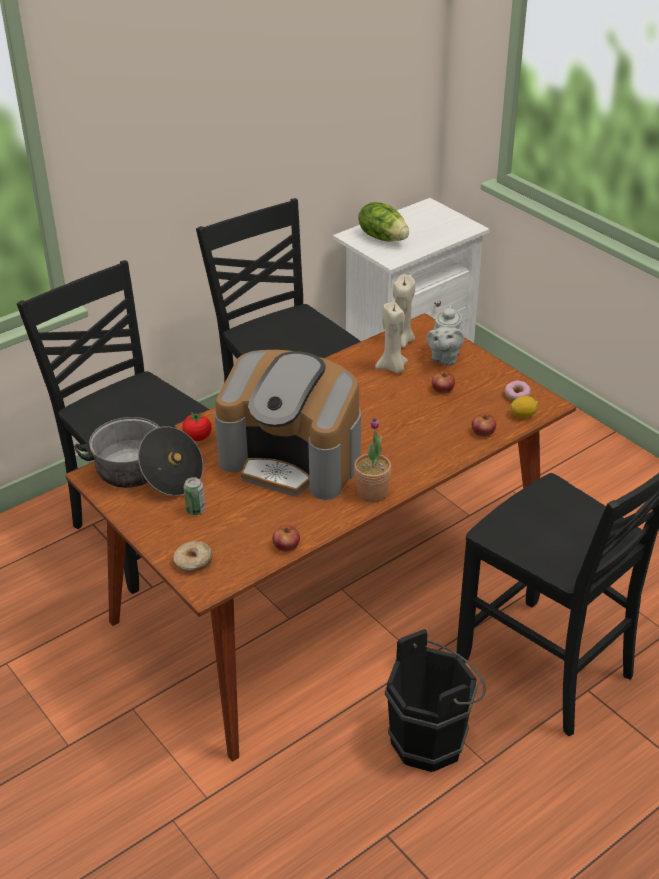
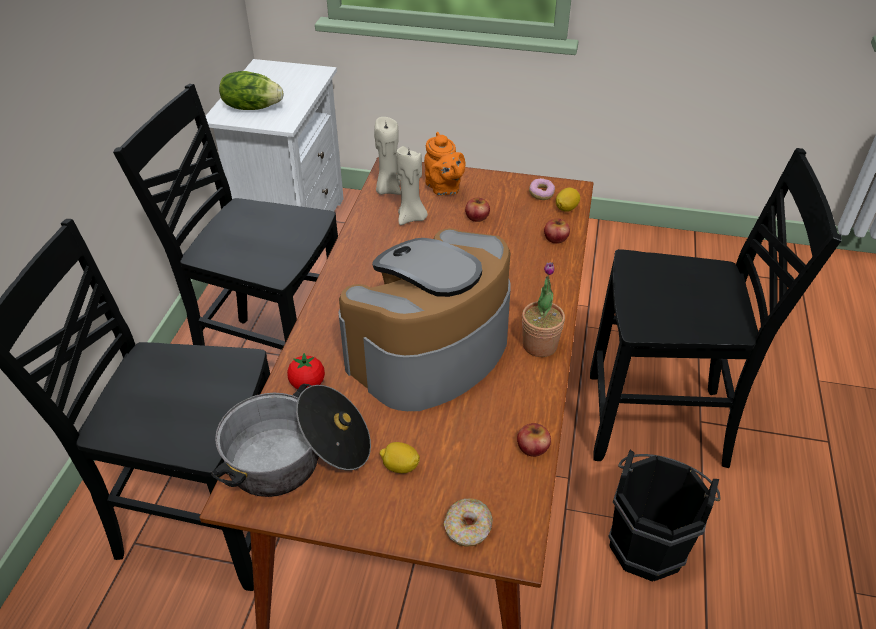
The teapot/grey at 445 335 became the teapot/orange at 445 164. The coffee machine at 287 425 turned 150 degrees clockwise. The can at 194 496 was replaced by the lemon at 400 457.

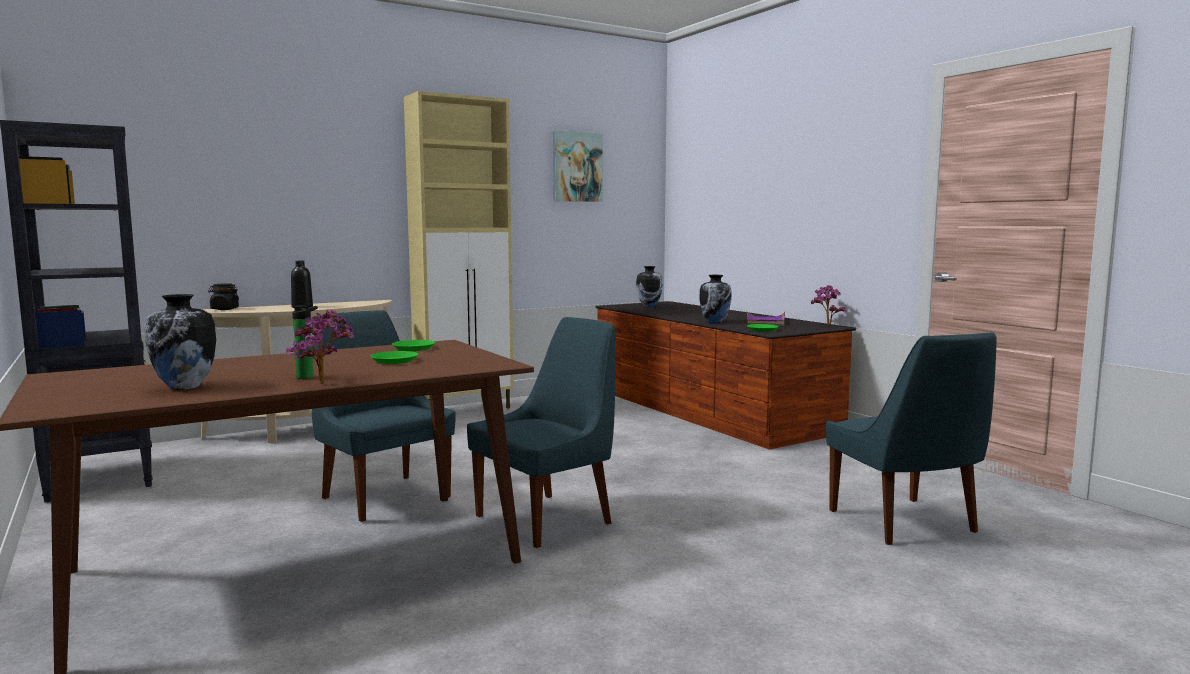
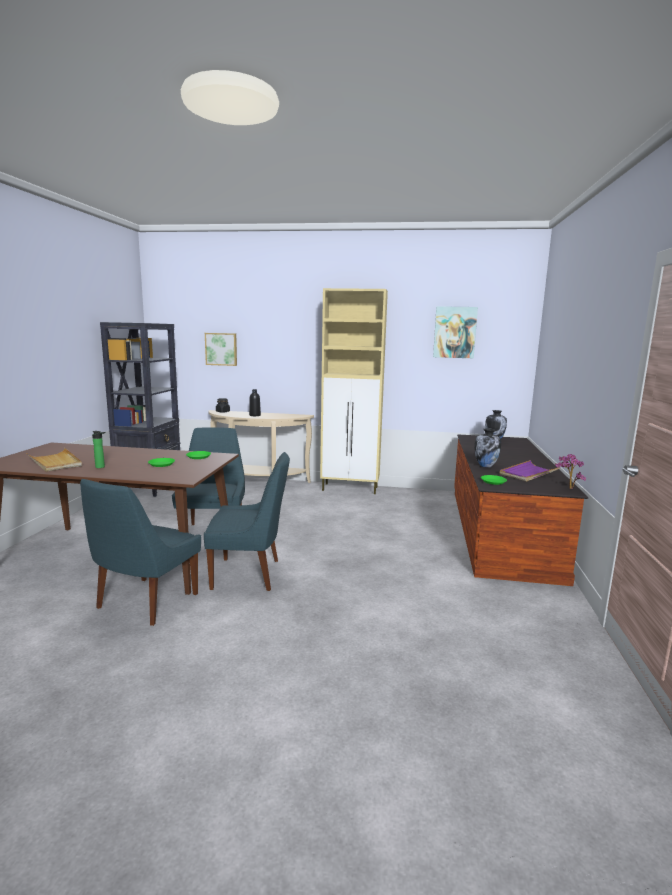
The vase at 180 342 was replaced by the tray/beige at 54 460. The potted plant at 320 347 disappeared. The chair/blue moved from 911 438 to 140 552. The picture at 221 349 appeared.

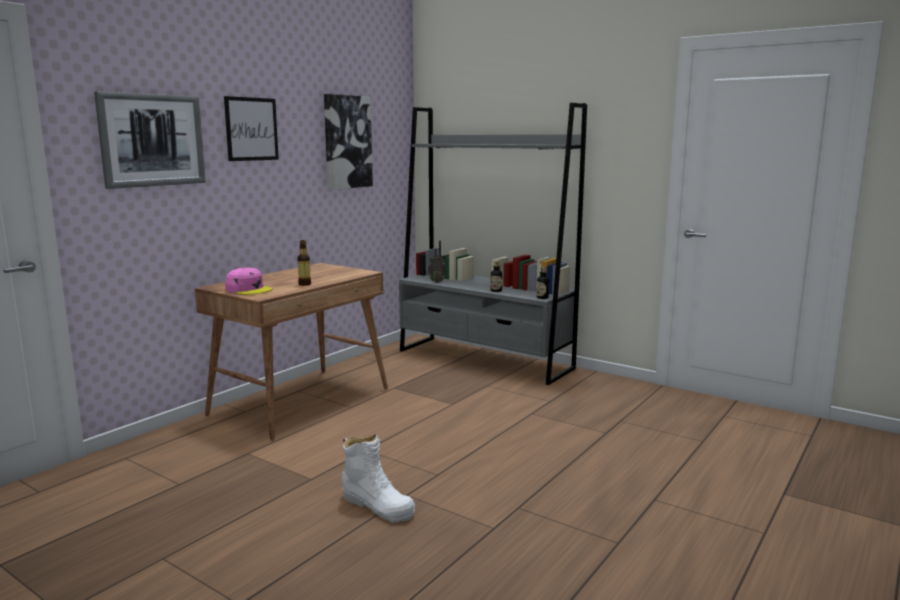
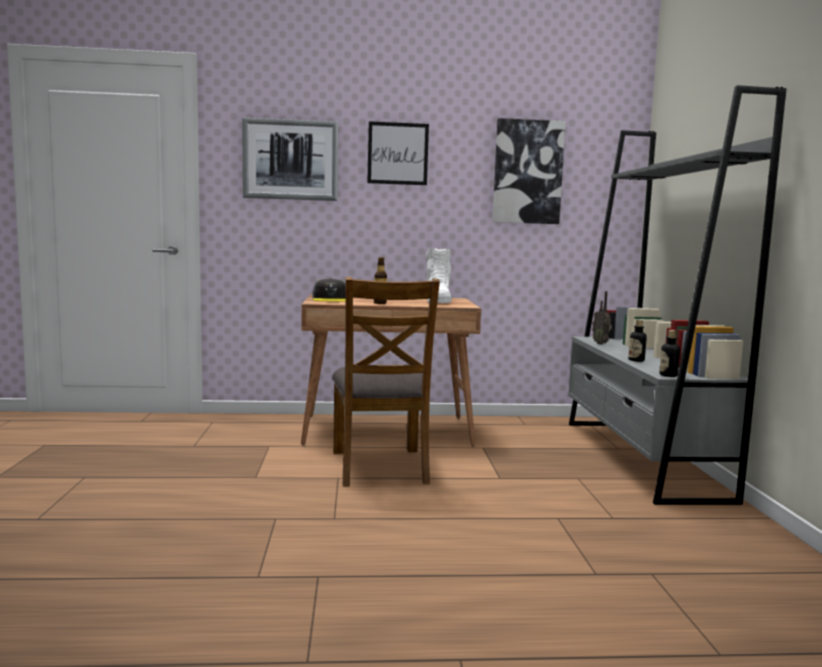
The cap/pink at 249 281 became the cap/grey at 329 290. The boot/white moved from 378 478 to 439 275. The chair/brown at 386 382 appeared.

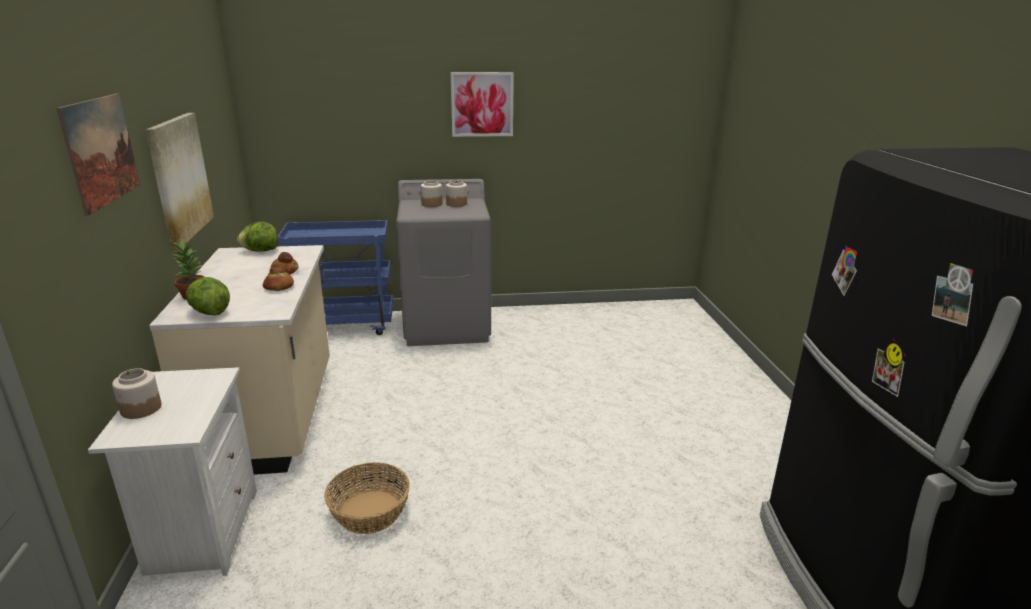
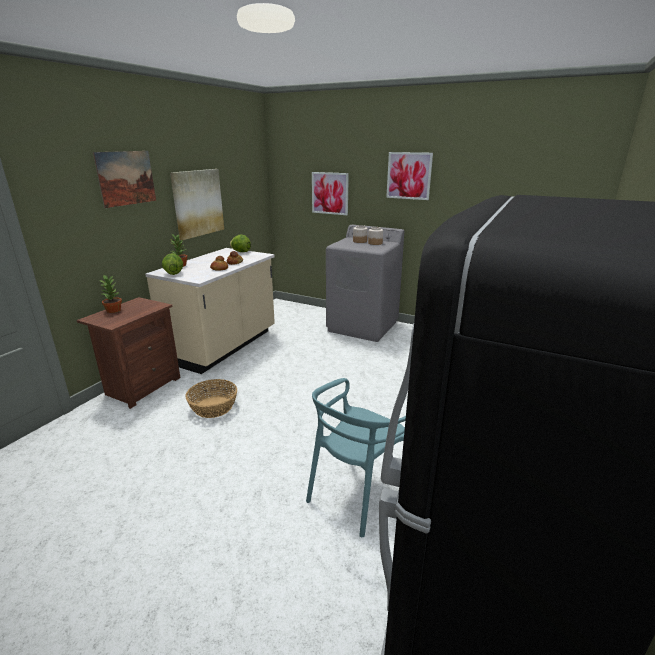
The cart/blue at 335 277 disappeared. The nightstand/white at 172 471 became the nightstand/brown at 129 353. The jar at 136 393 was replaced by the potted plant at 110 294. The picture at 330 193 appeared. The chair/turquoise at 356 457 appeared.

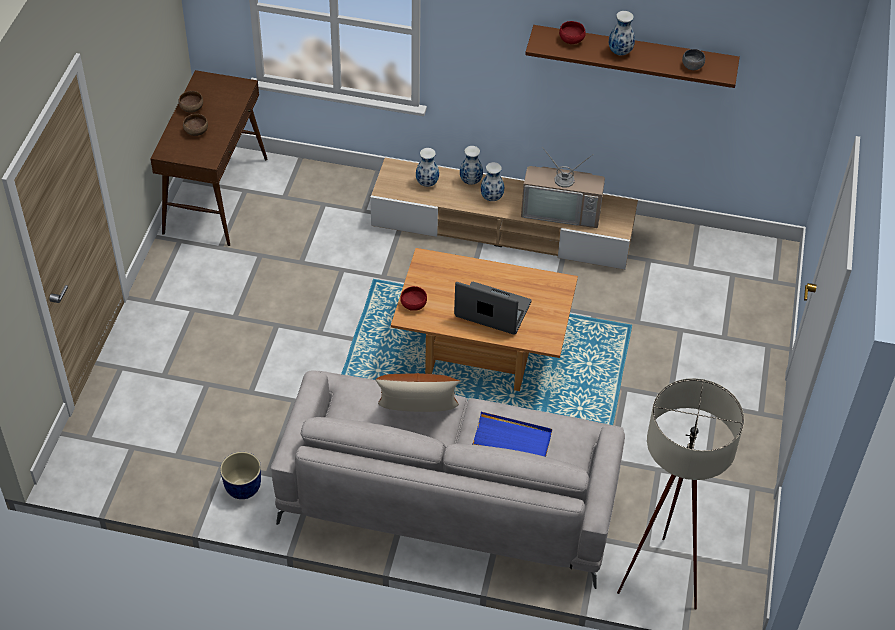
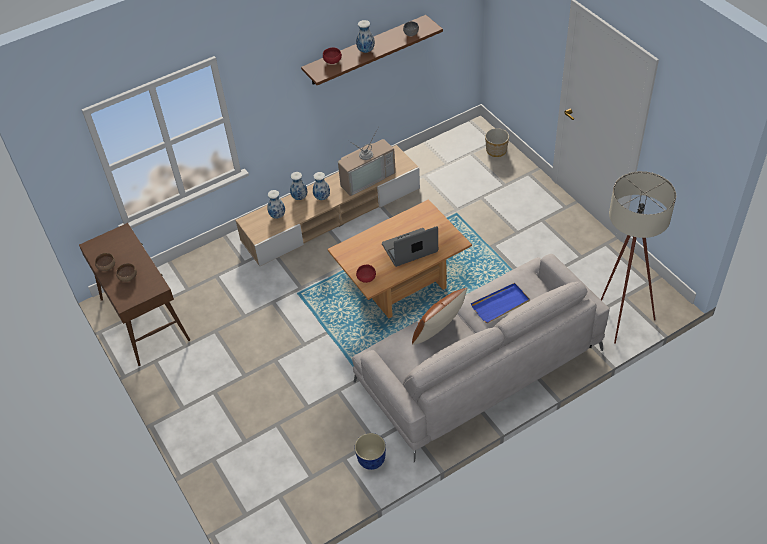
The planter at 497 142 appeared.

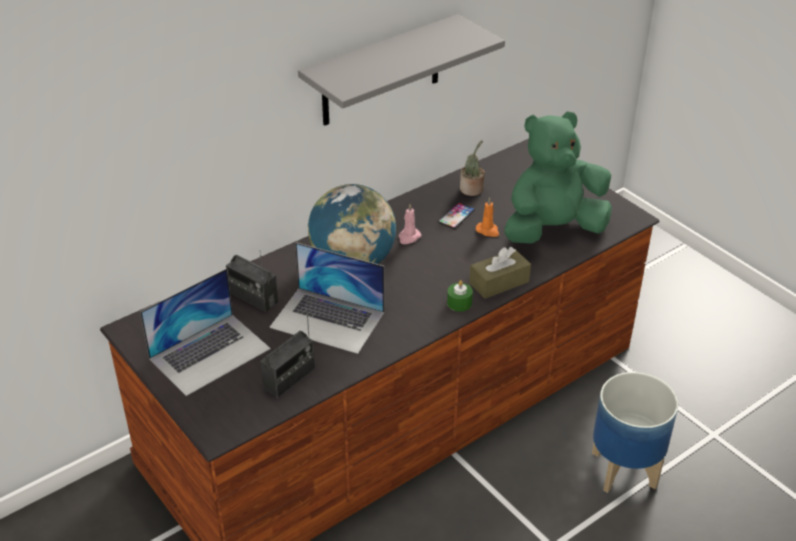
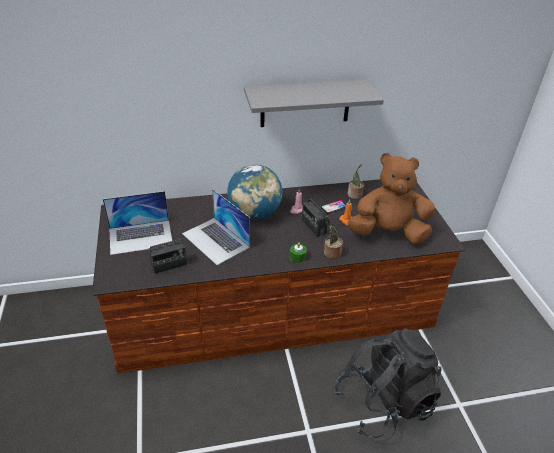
The plush toy/green at 558 177 became the plush toy/brown at 391 198. The tissue box/brown at 500 273 was replaced by the potted plant at 333 238. The radio moved from 252 281 to 315 217. The planter at 635 432 was replaced by the backpack/black at 388 384.

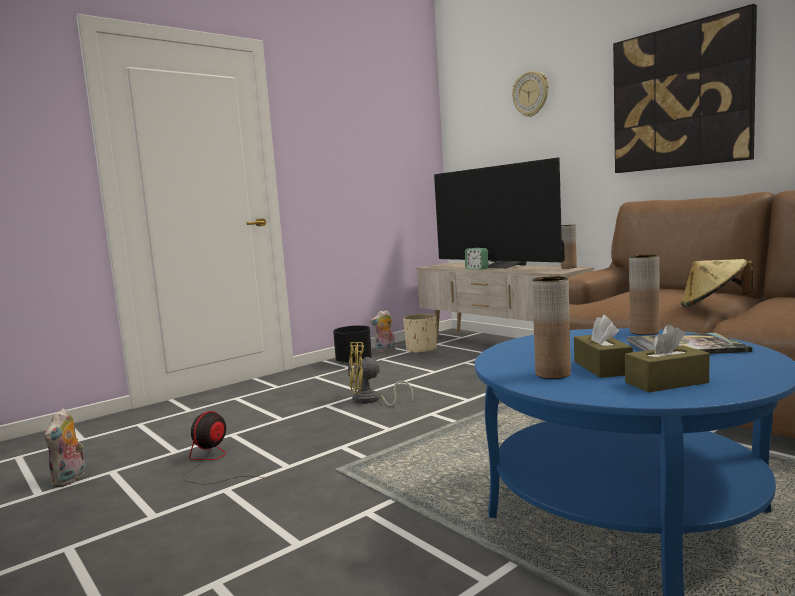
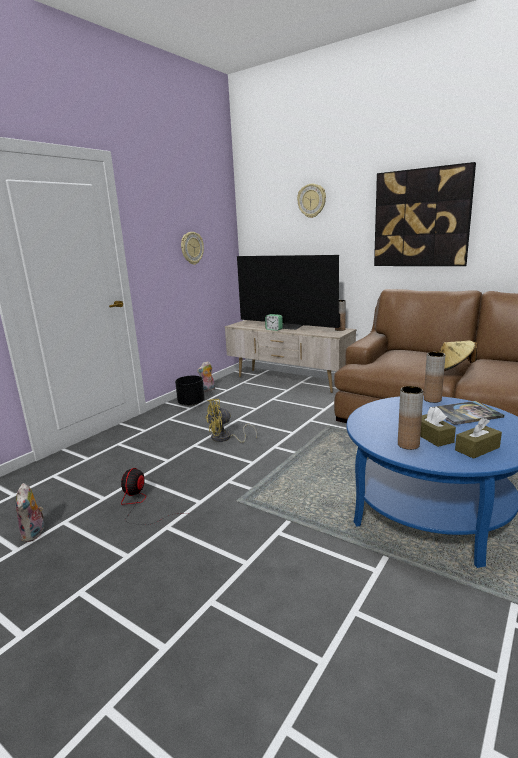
The planter/beige at 420 333 disappeared. The wall clock at 192 248 appeared.

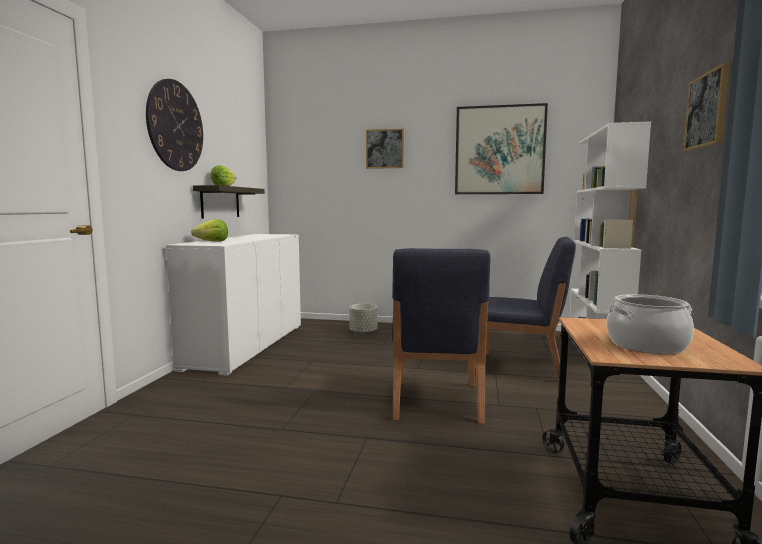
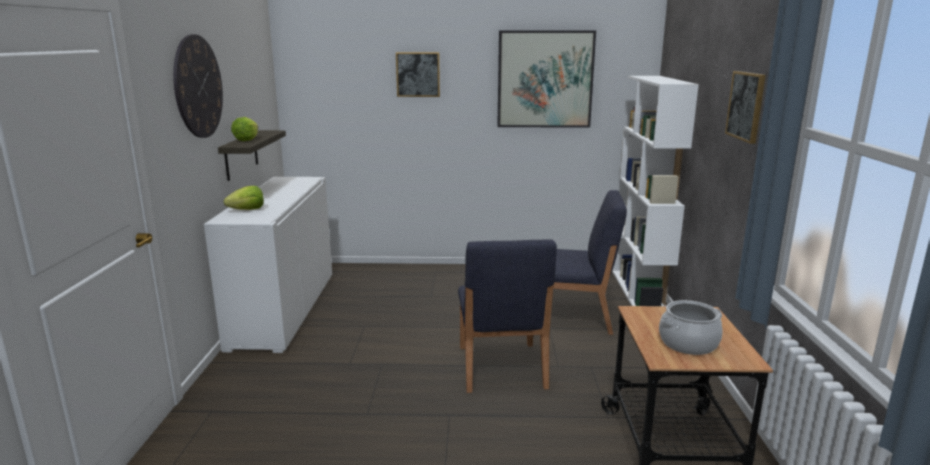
The planter/grey at 363 319 disappeared.

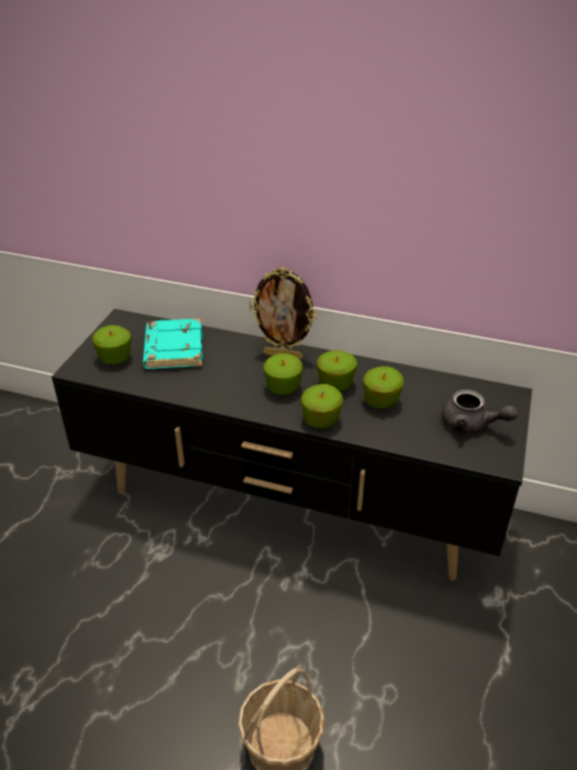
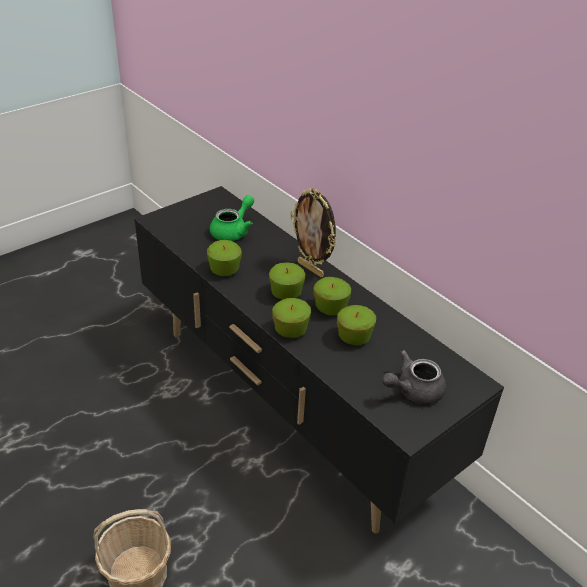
The book/turquoise at 173 343 was replaced by the teapot/green at 232 218. The apple moved from 111 345 to 224 258. The teapot/grey at 480 412 turned 90 degrees clockwise.

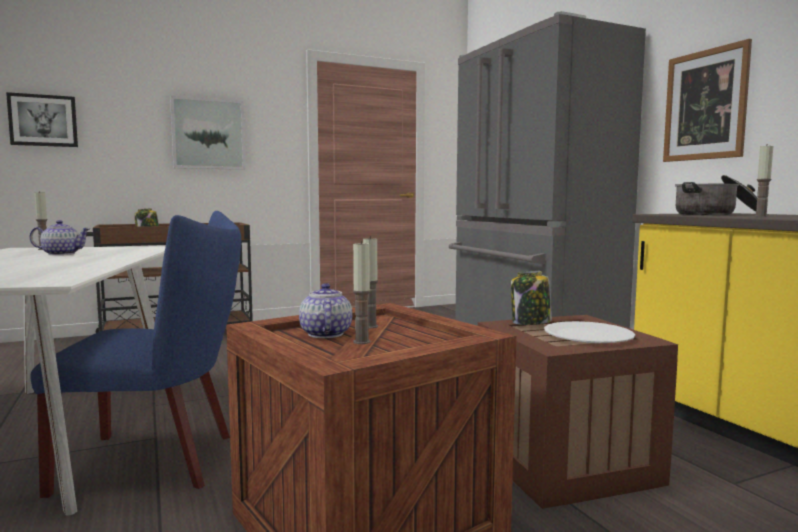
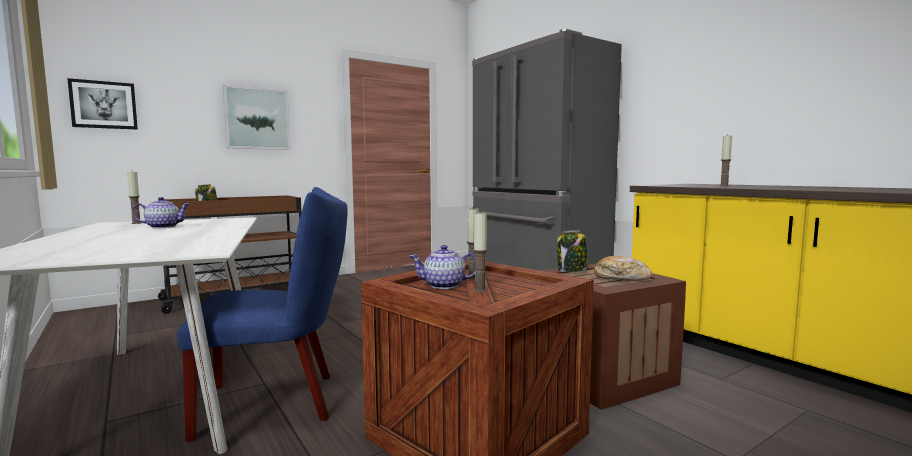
The picture at 707 100 disappeared. The cooking pot at 716 195 disappeared. The teapot at 325 310 turned 75 degrees counterclockwise. The plate/white at 589 332 was replaced by the bread at 623 268.

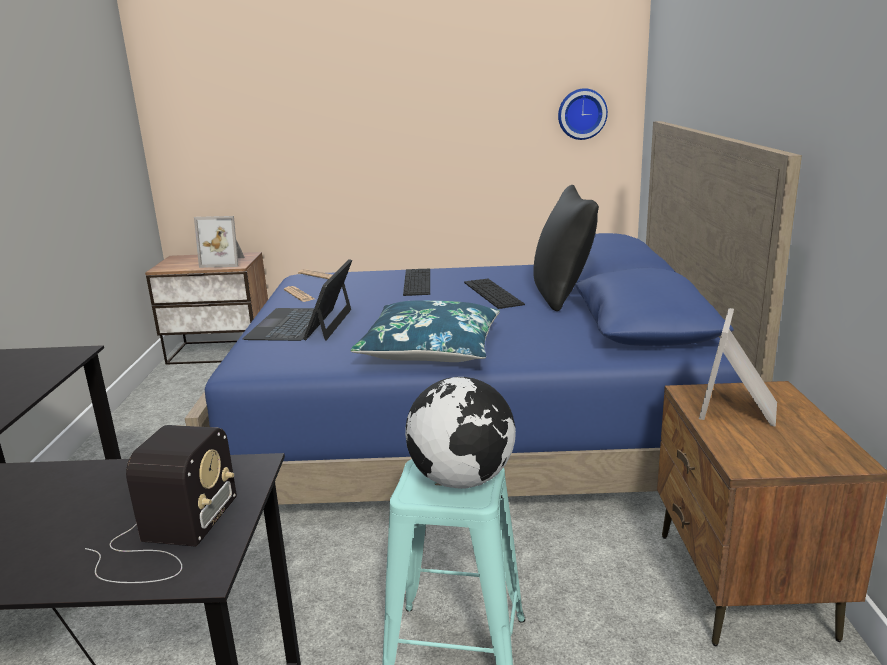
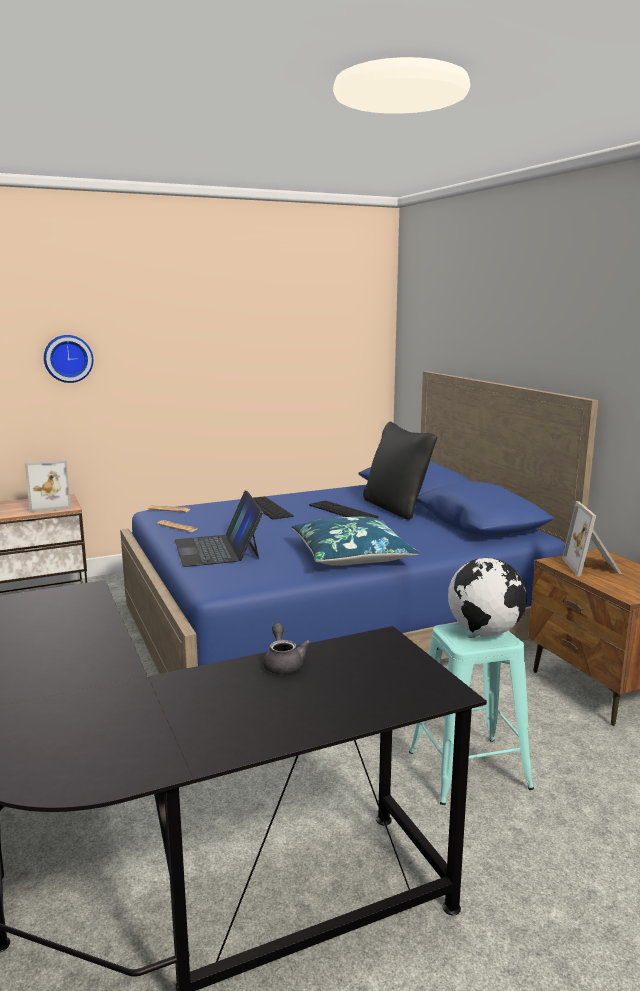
The wall clock moved from 583 114 to 68 359. The radio at 161 504 disappeared. The teapot/grey at 287 648 appeared.

